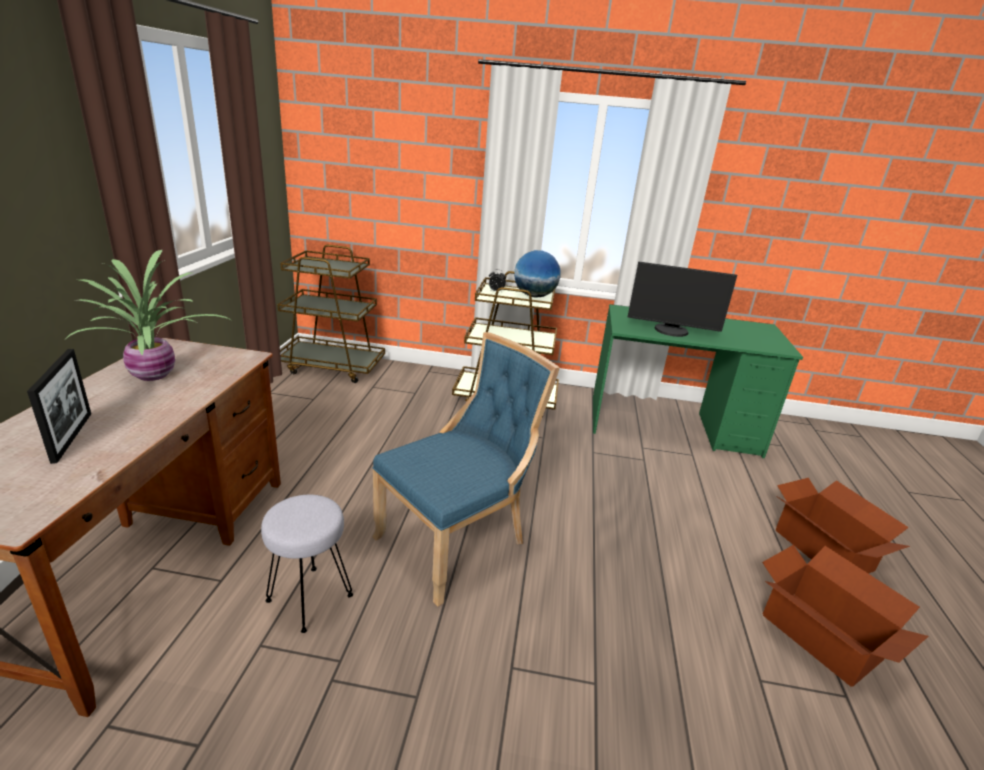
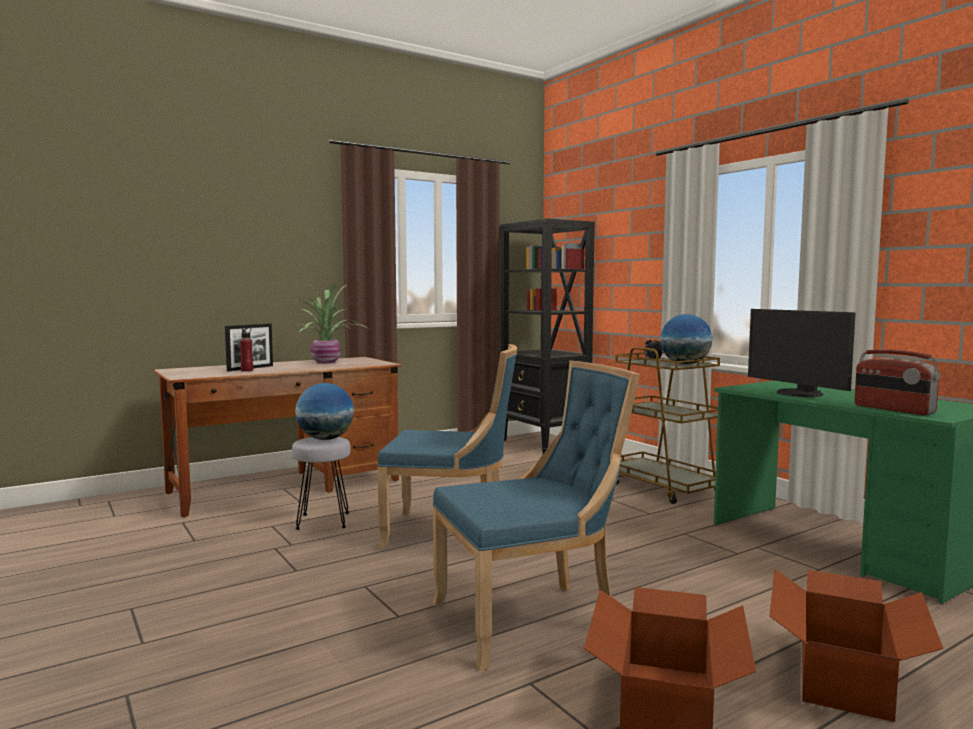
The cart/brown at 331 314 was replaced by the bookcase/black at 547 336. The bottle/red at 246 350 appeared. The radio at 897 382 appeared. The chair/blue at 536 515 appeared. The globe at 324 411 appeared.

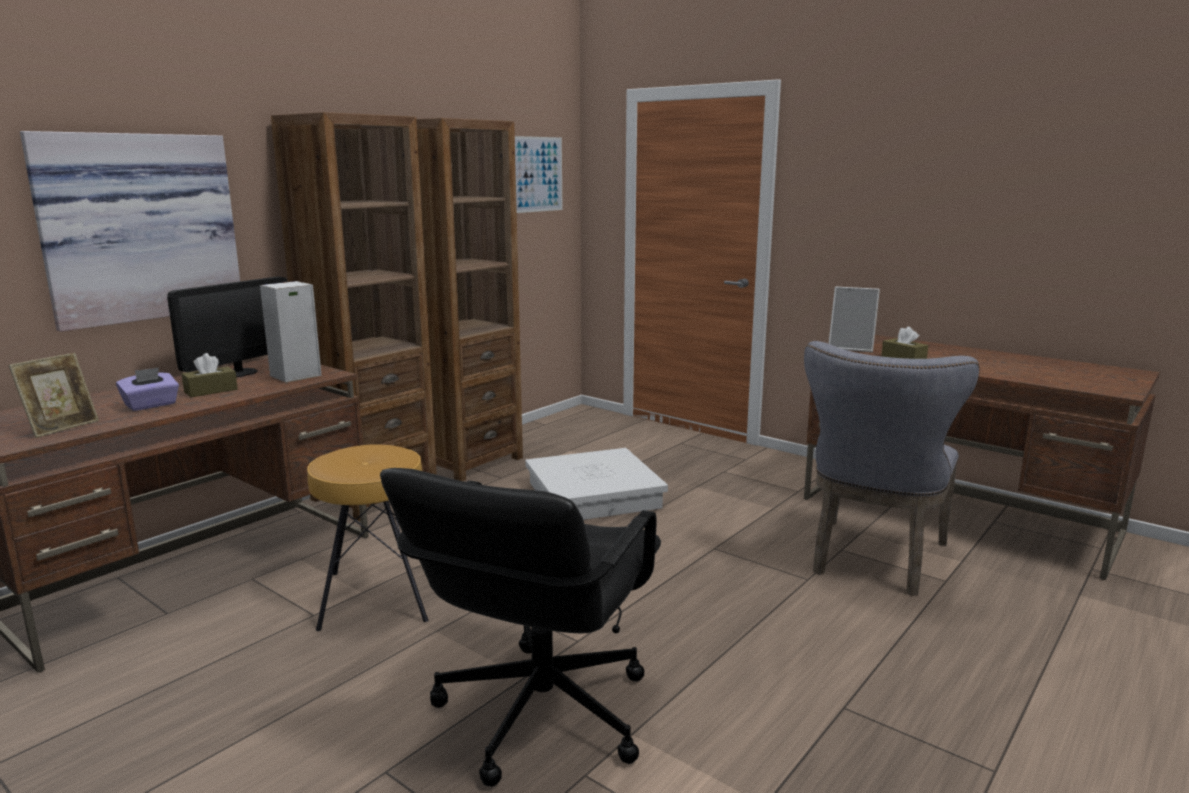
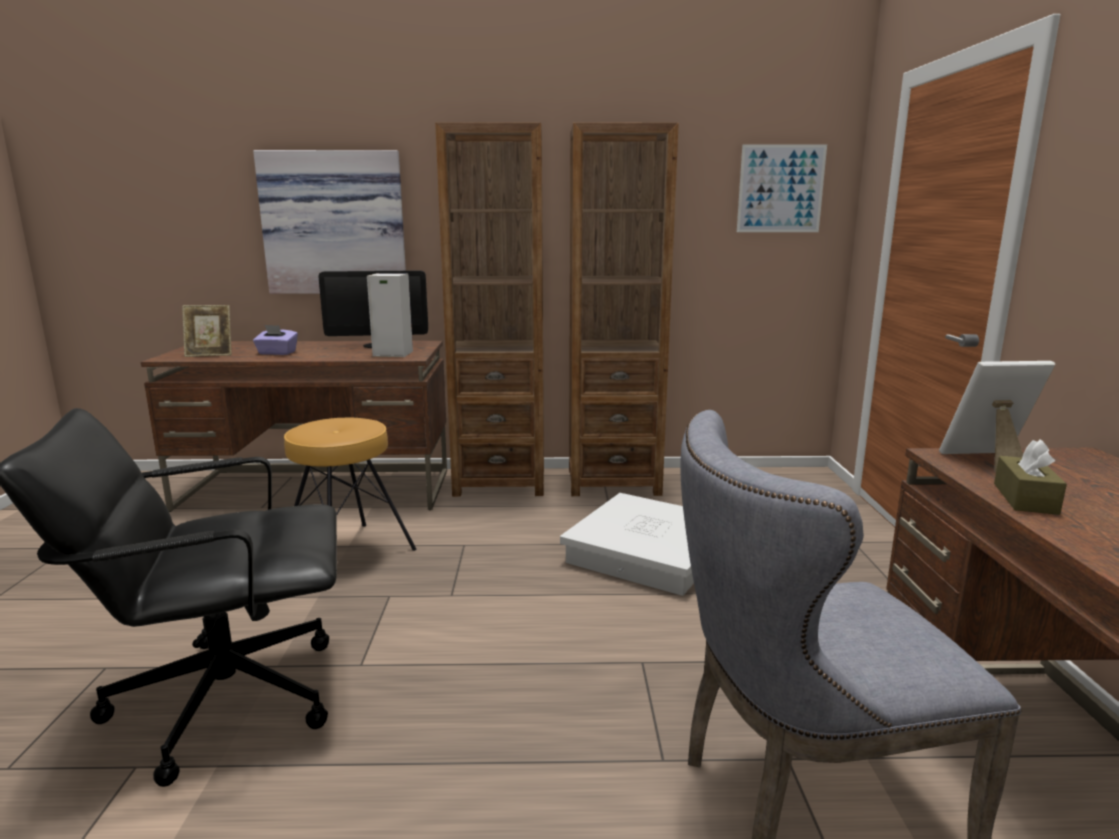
The picture frame at 854 319 turned 105 degrees clockwise. The tissue box/brown at 210 375 disappeared.

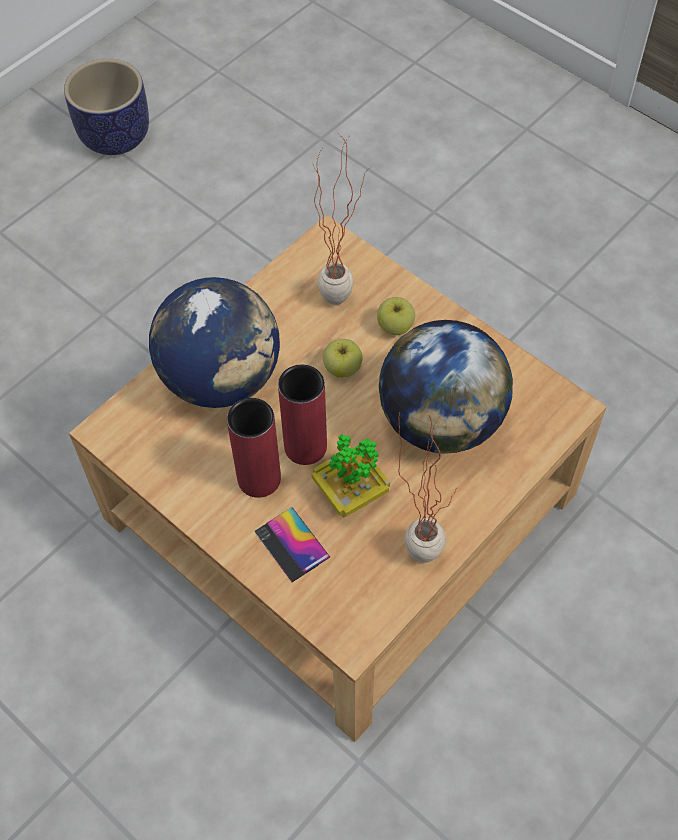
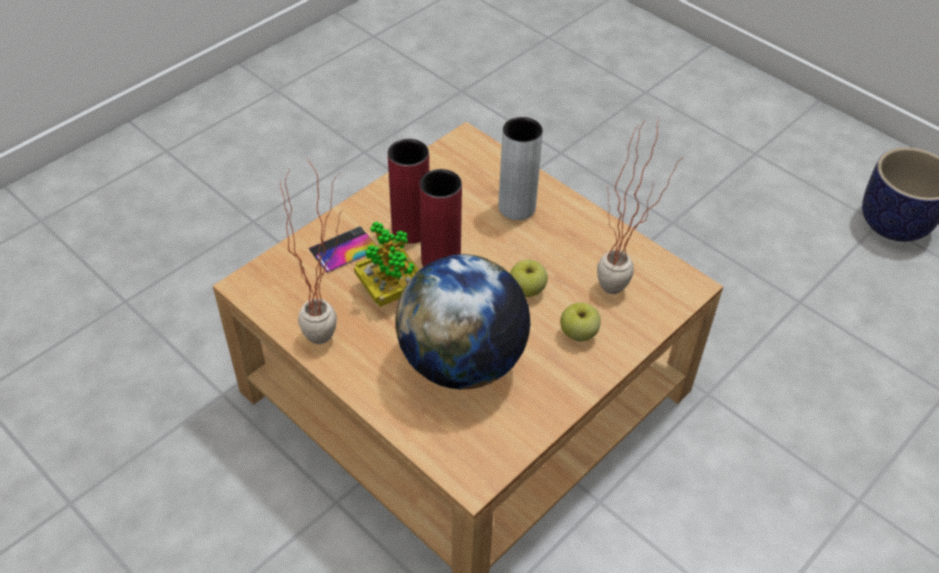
The globe at 214 342 was replaced by the vase/grey at 520 168.

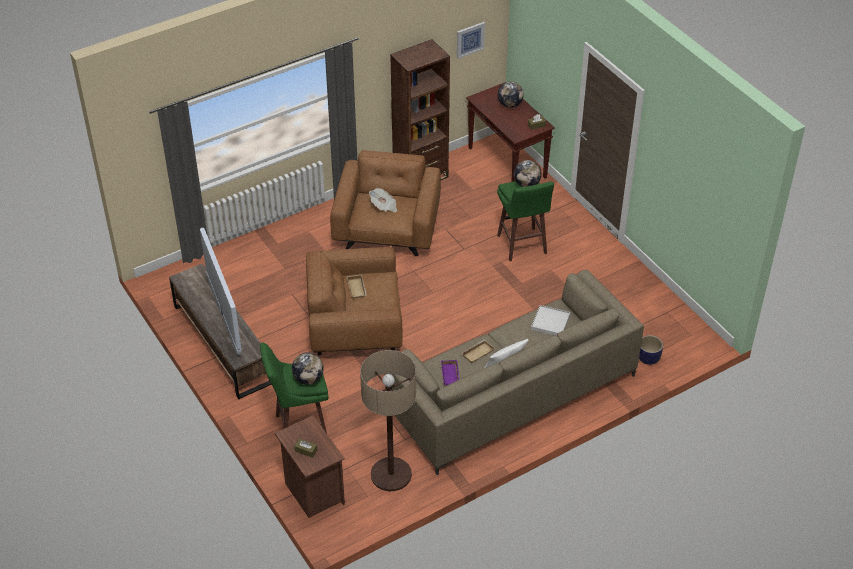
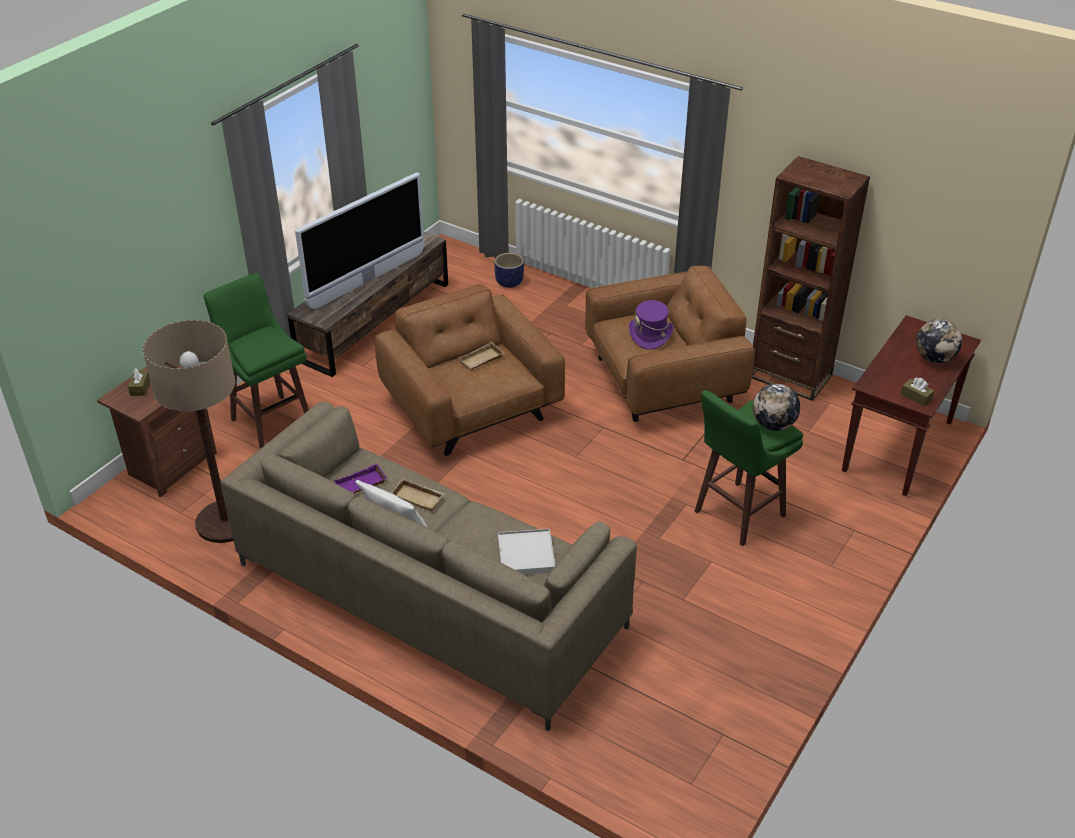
The picture at 471 40 disappeared. The newspaper at 383 200 was replaced by the hat/purple at 651 325. The planter moved from 651 350 to 509 270. The globe at 308 368 disappeared.

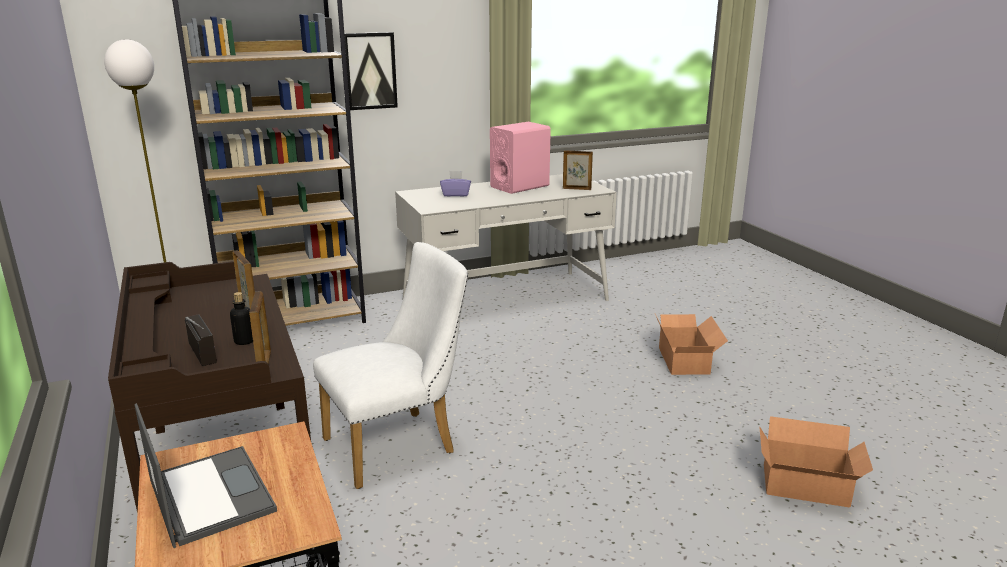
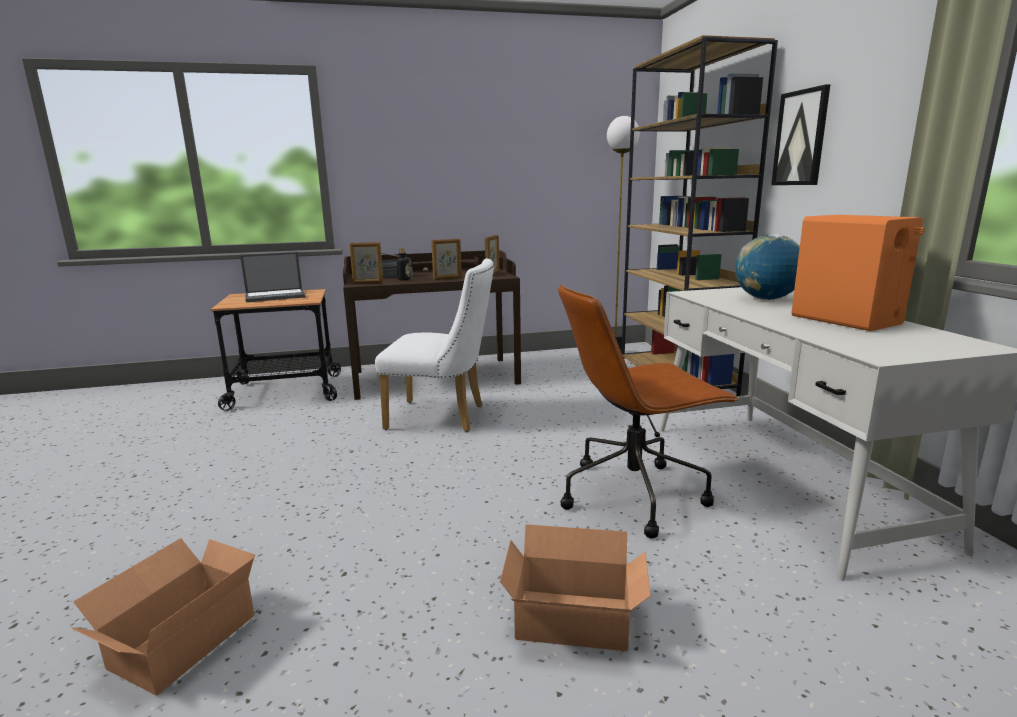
The speaker/pink at 520 158 became the speaker/orange at 858 273. The picture frame moved from 578 170 to 492 254. The tissue box/purple at 455 183 was replaced by the globe at 767 267. The chair/white at 390 365 turned 60 degrees counterclockwise. The office chair/brown at 648 411 appeared.

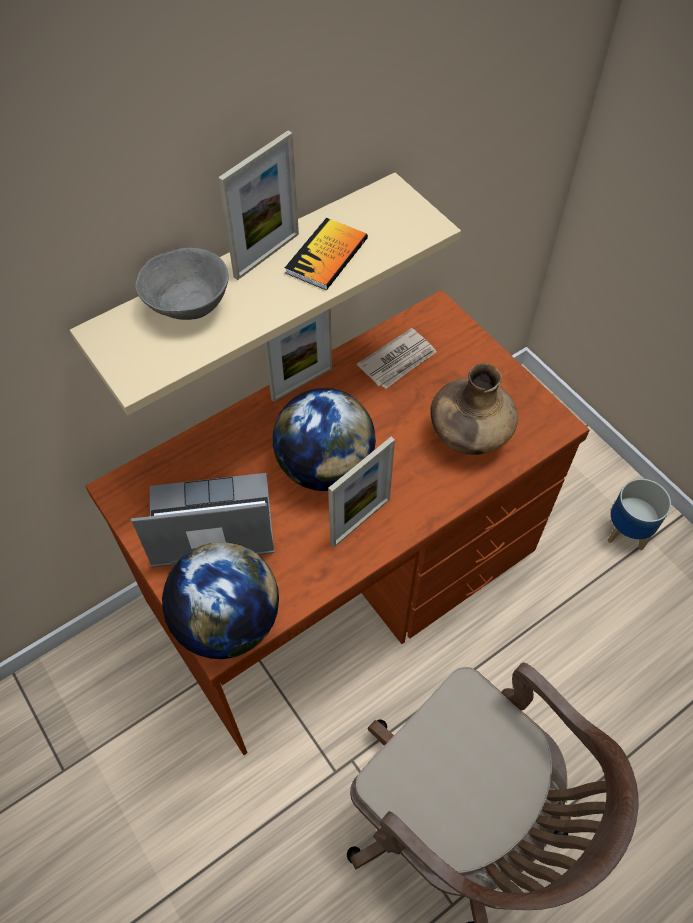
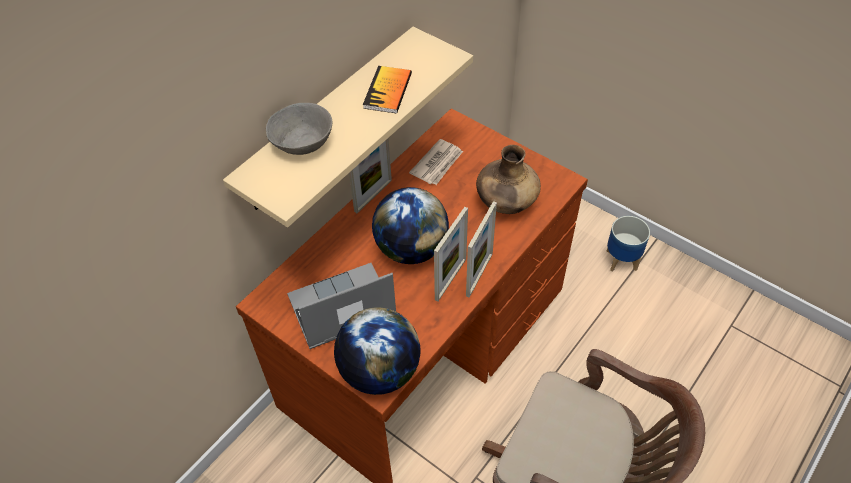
The picture frame moved from 258 205 to 481 249.

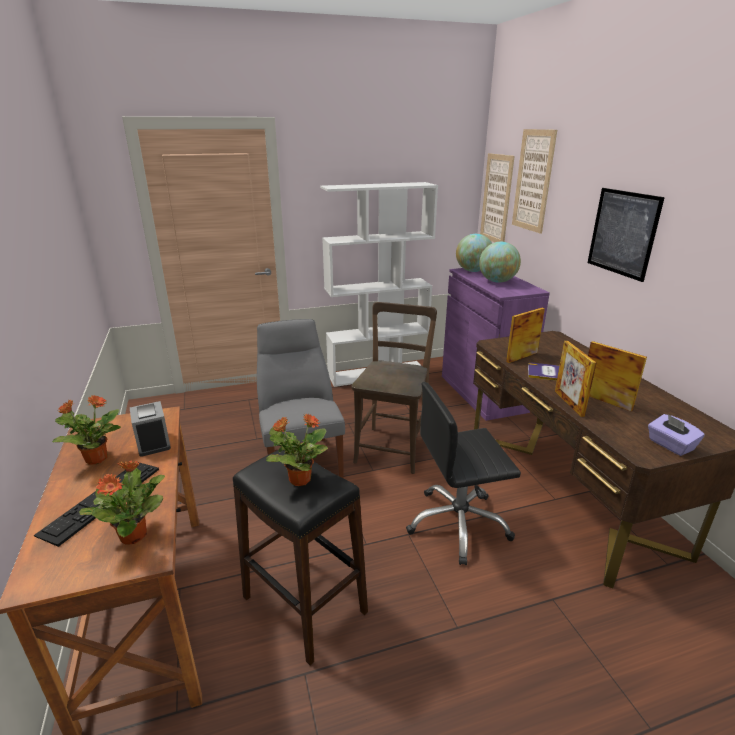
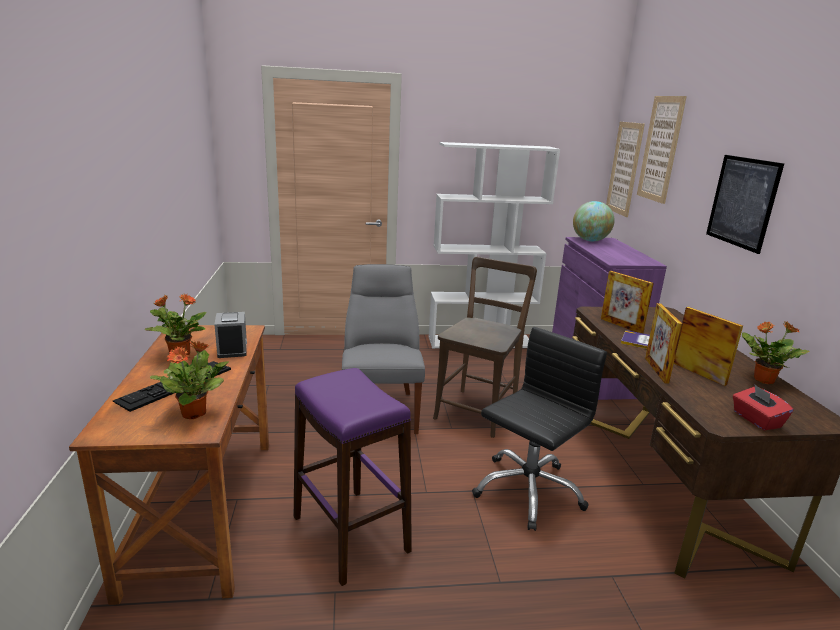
The globe at 500 262 disappeared. The picture frame at 525 335 turned 105 degrees counterclockwise. The office chair/black at 463 473 turned 135 degrees clockwise. The potted plant moved from 297 449 to 776 352. The tissue box/purple at 676 435 became the tissue box/red at 763 407. The stool/black at 300 557 became the stool/purple at 353 477.

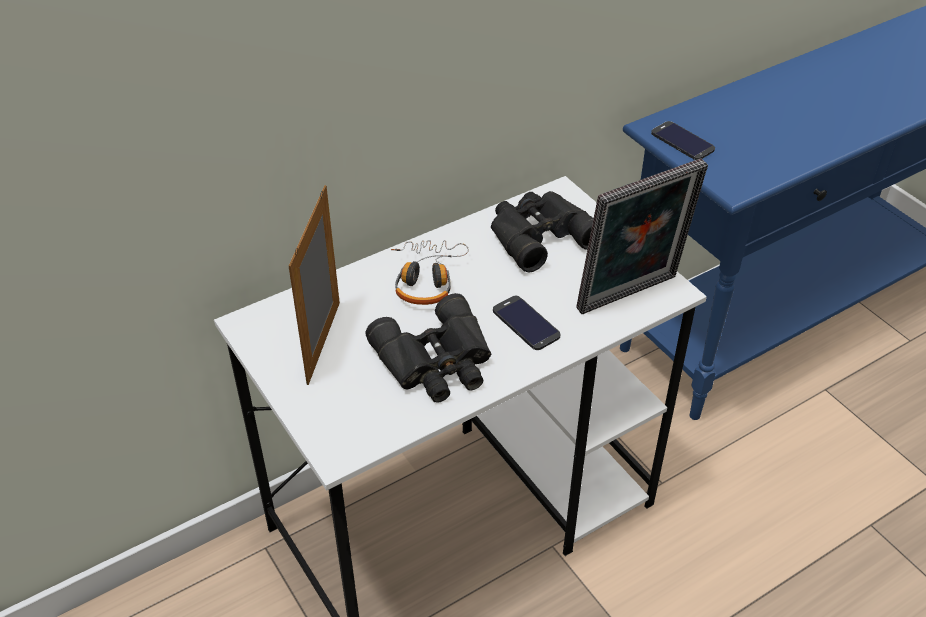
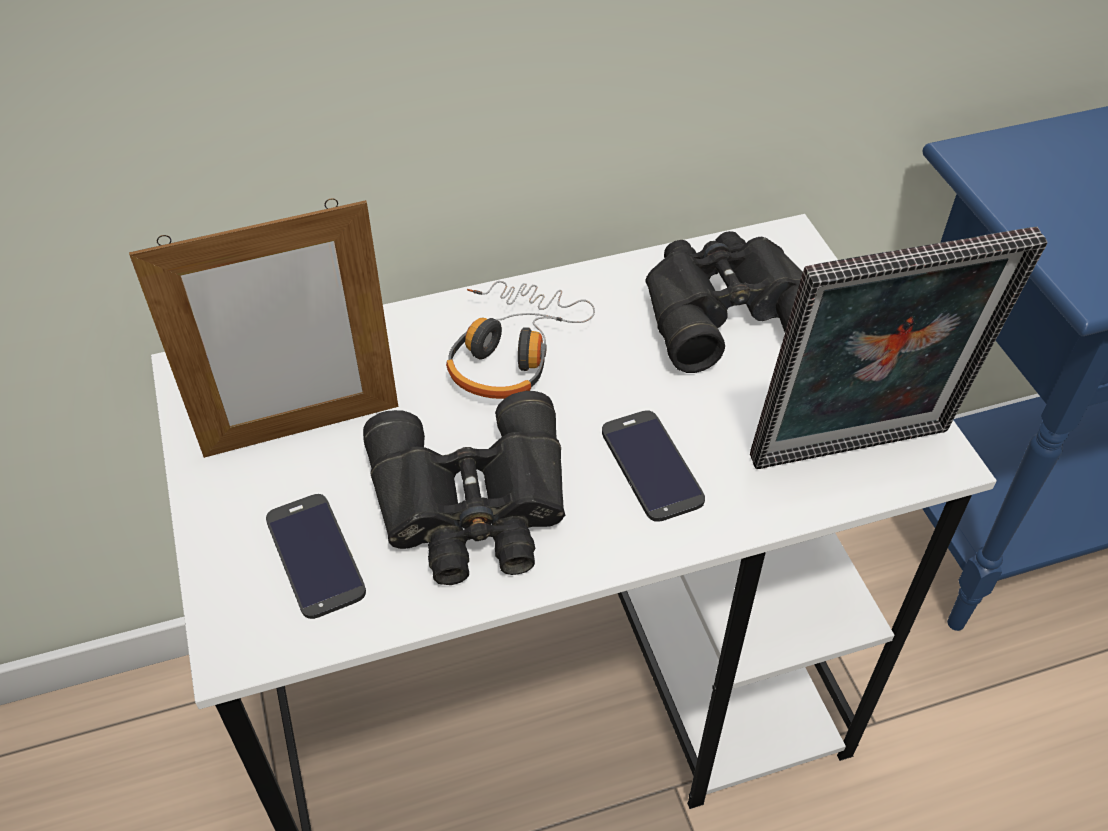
The phone moved from 683 140 to 316 556. The picture frame at 314 285 turned 135 degrees counterclockwise.

